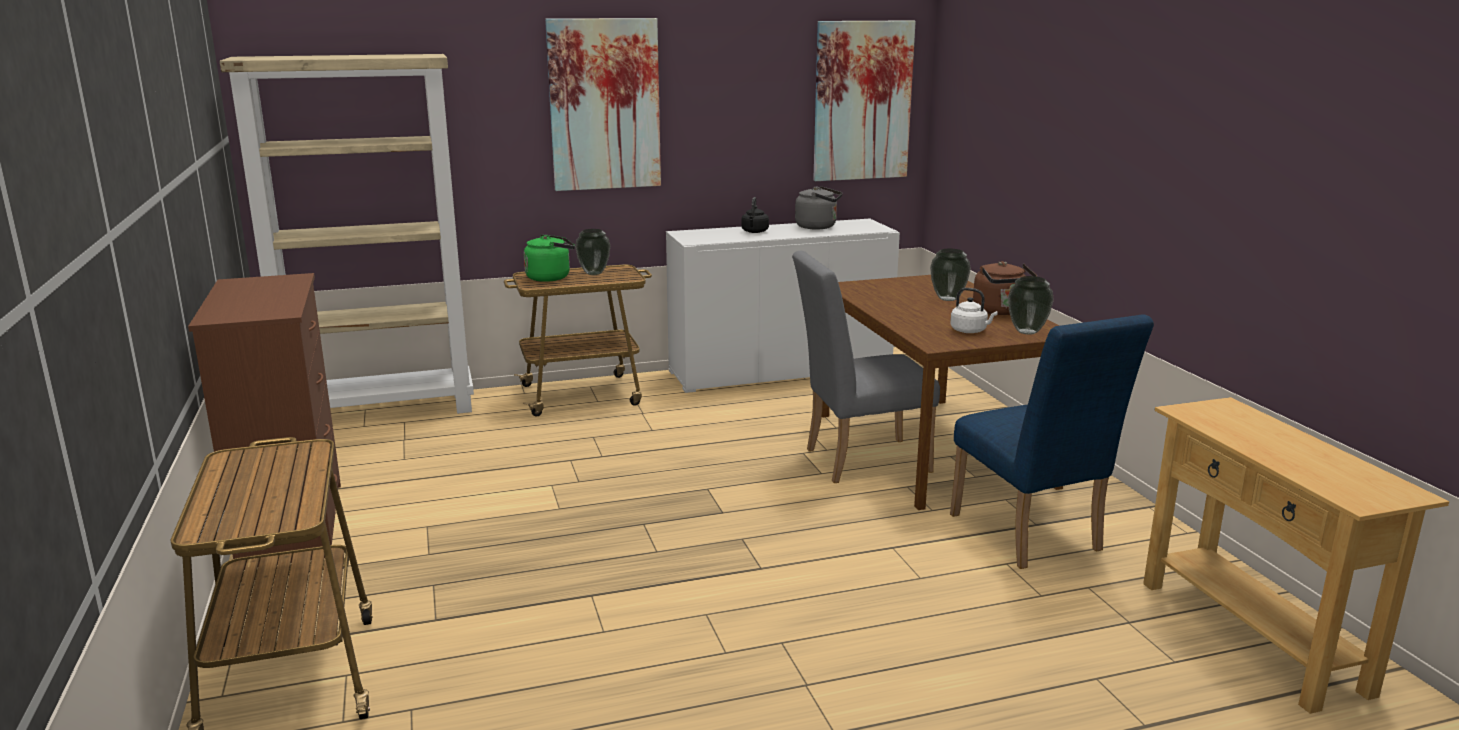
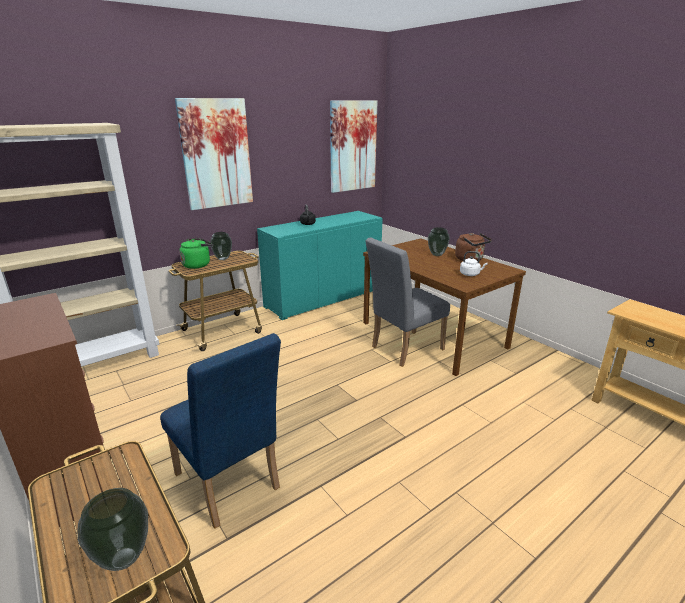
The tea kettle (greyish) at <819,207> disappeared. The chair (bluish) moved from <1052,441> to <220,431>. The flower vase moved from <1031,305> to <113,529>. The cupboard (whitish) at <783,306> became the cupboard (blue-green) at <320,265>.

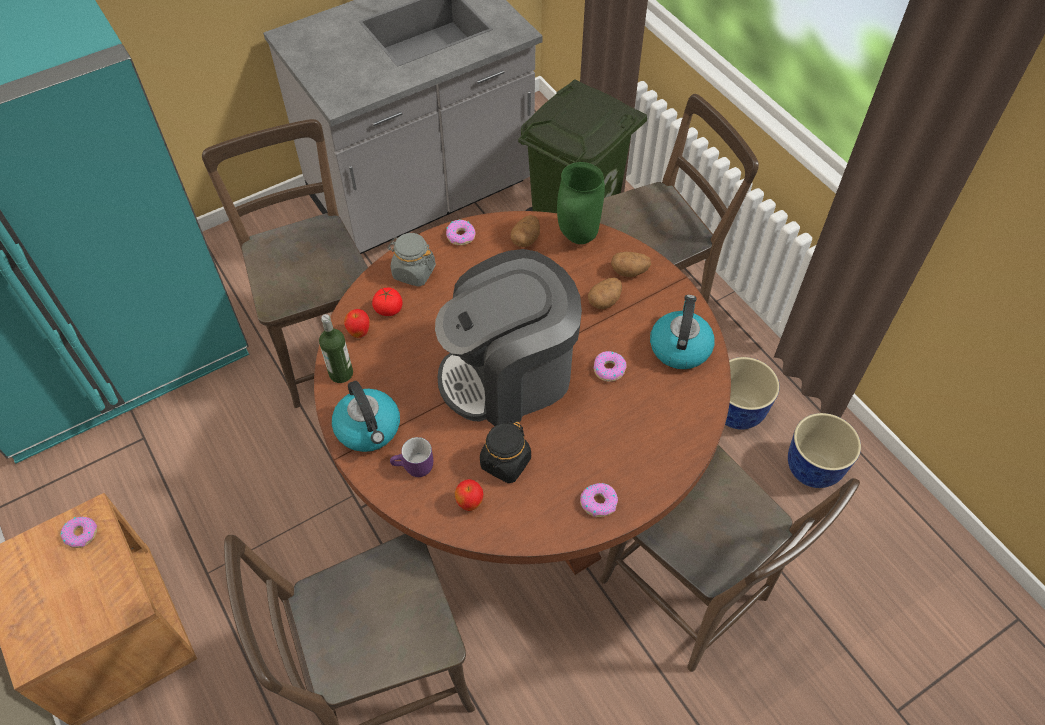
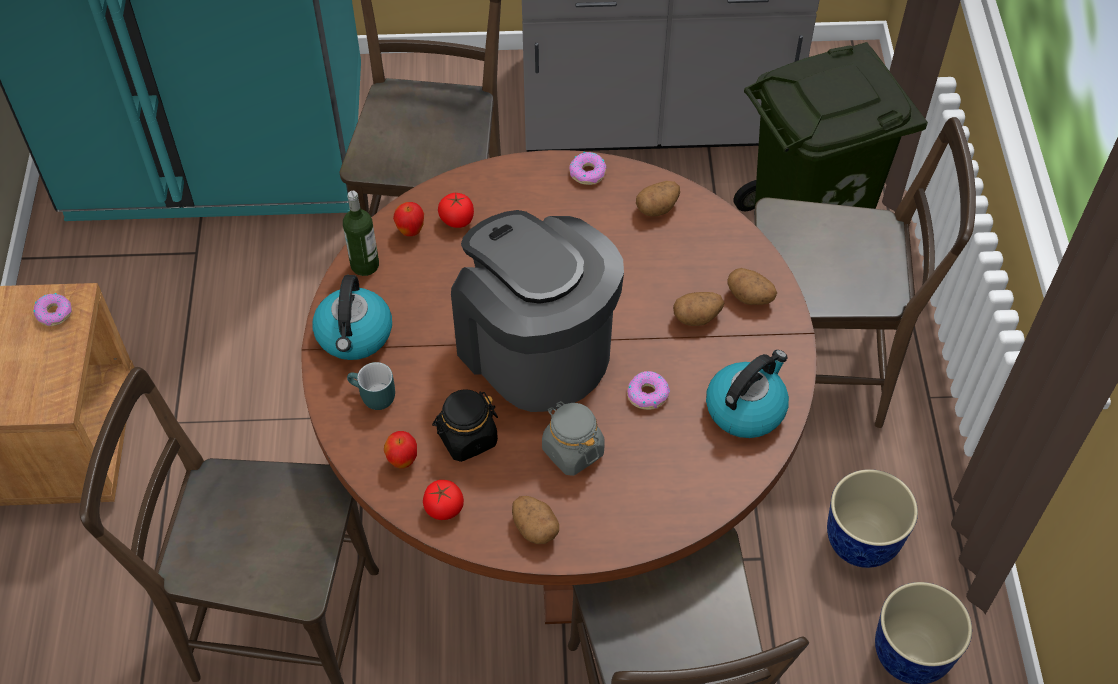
The flower vase (green-coloured) at <581,203> disappeared. The whole tomato at <443,500> appeared. The storage jar (greyish) moved from <411,260> to <573,438>. The ring doughnut at <599,500> was replaced by the spud at <535,520>. The coffee mug (purplish) at <411,457> became the coffee mug (blue-green) at <371,386>. The coffee machine at <508,337> turned 45 degrees clockwise.

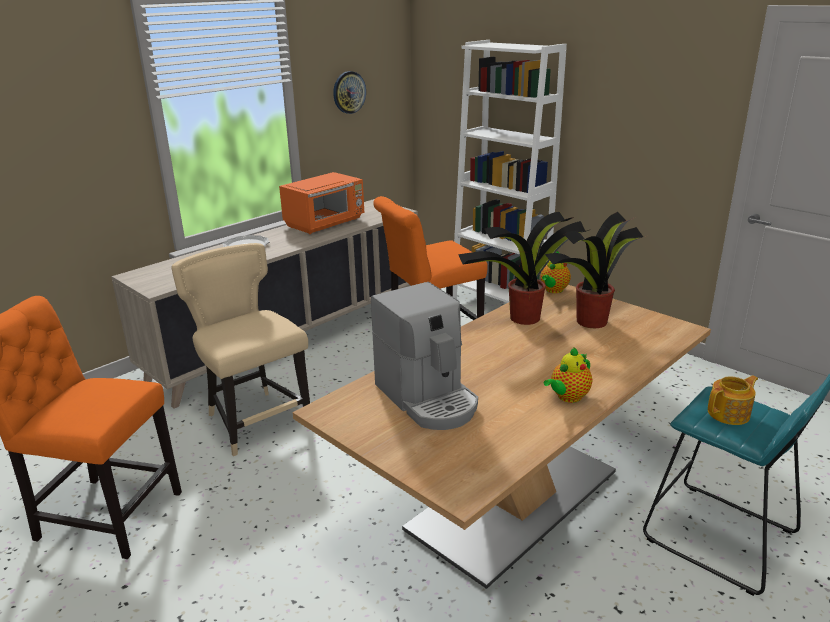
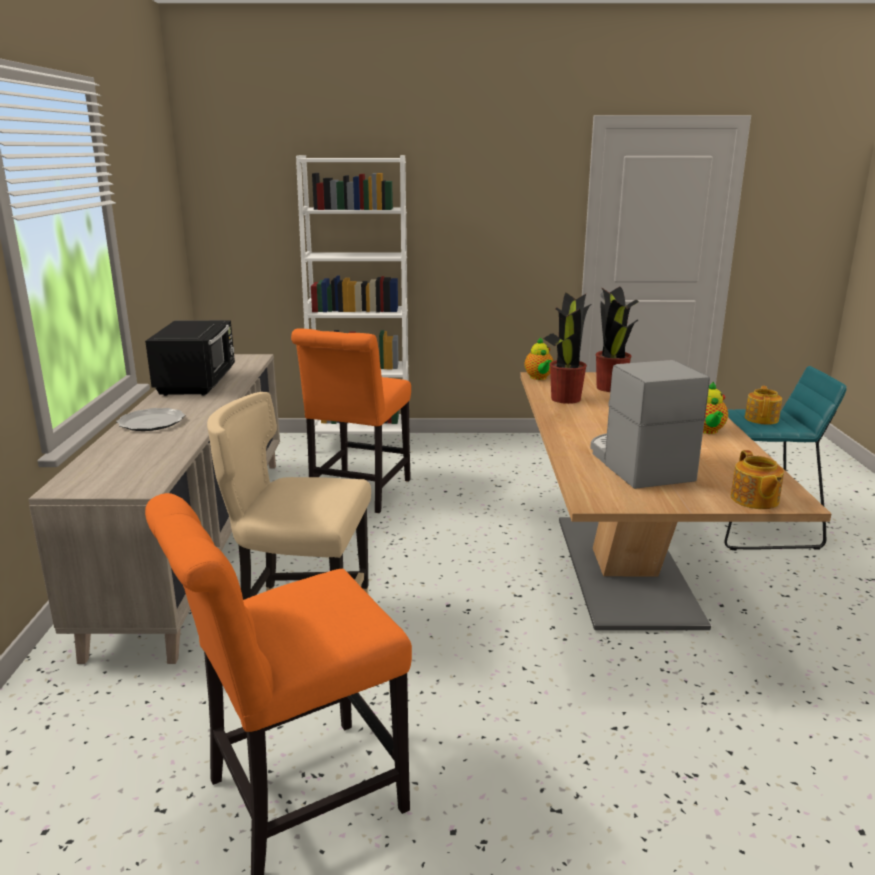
The hanging clock at <349,92> disappeared. The teapot at <757,479> appeared. The kitchen microwave (orange-coloured) at <321,203> became the kitchen microwave (blackish) at <190,358>. The coffee machine at <424,356> turned 120 degrees counterclockwise.

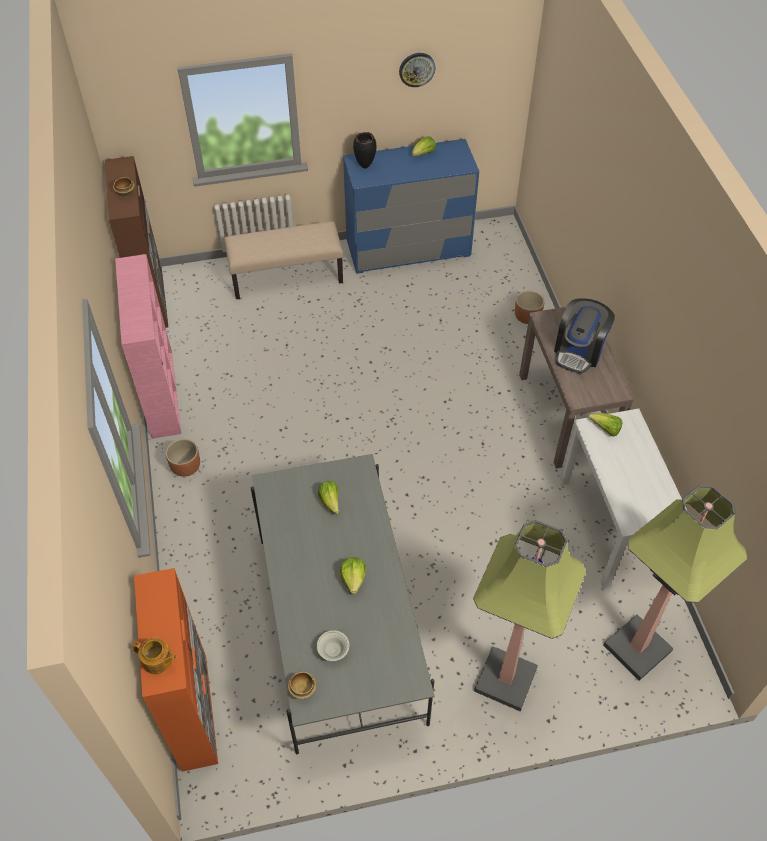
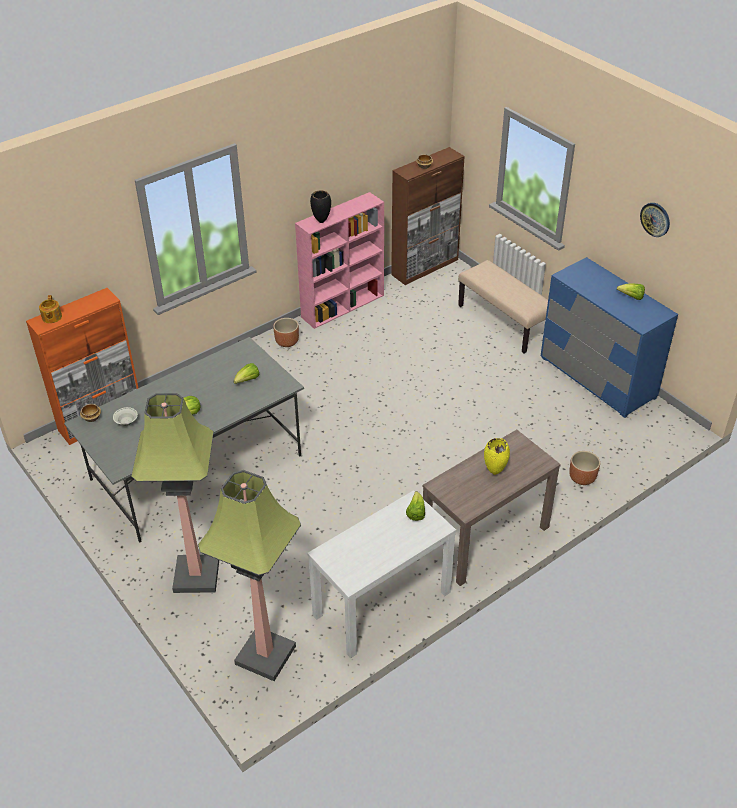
The flower vase (blackish) moved from <364,150> to <320,207>. The coffee machine at <584,336> was replaced by the flower vase (yellowish) at <497,456>.

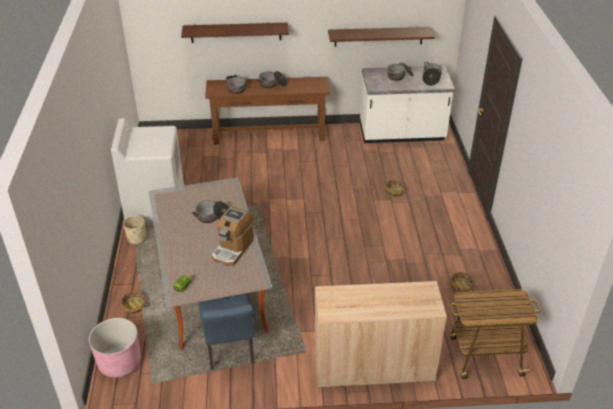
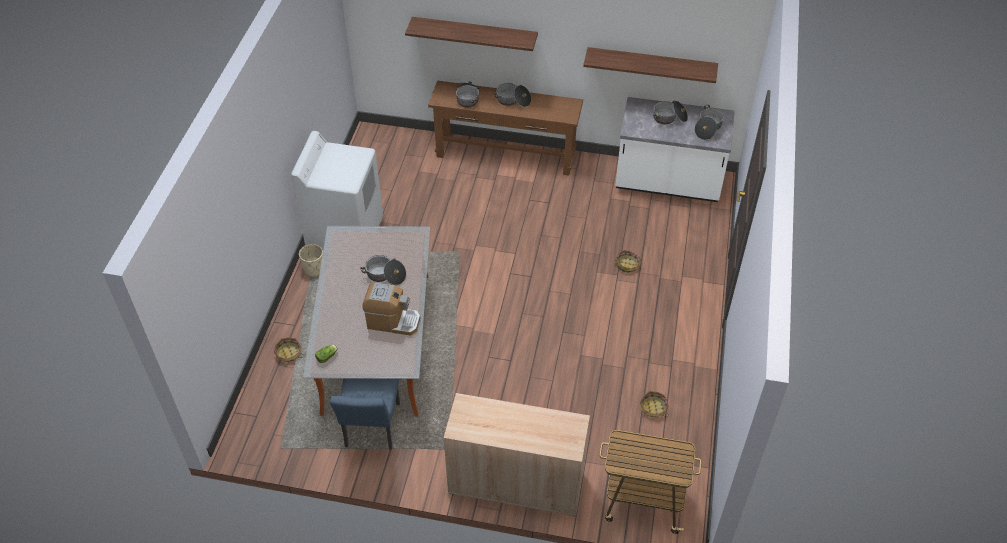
The flower pot (pinkish) at <115,348> disappeared. The coffee machine at <233,236> turned 120 degrees counterclockwise.

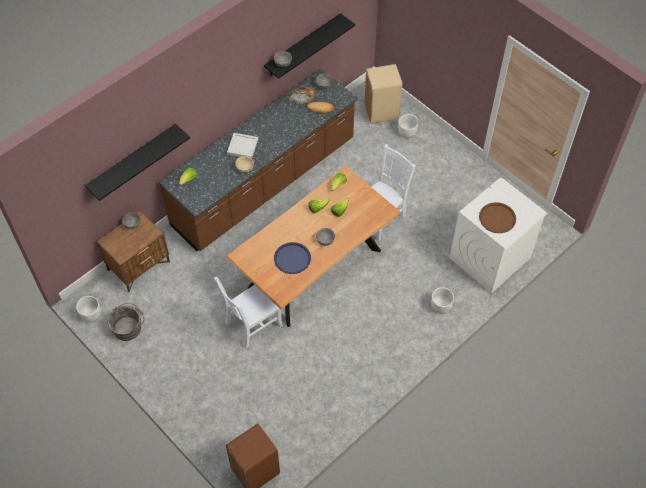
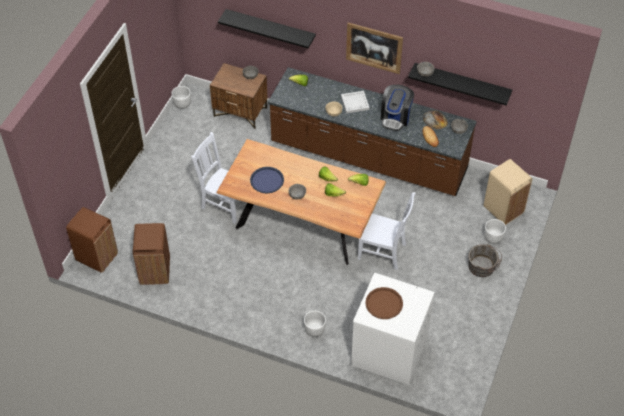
The waste bin (brown) at <151,254> appeared. The wall art at <374,48> appeared. The coffee machine at <397,108> appeared. The water bucket (greyish) moved from <126,322> to <485,260>.

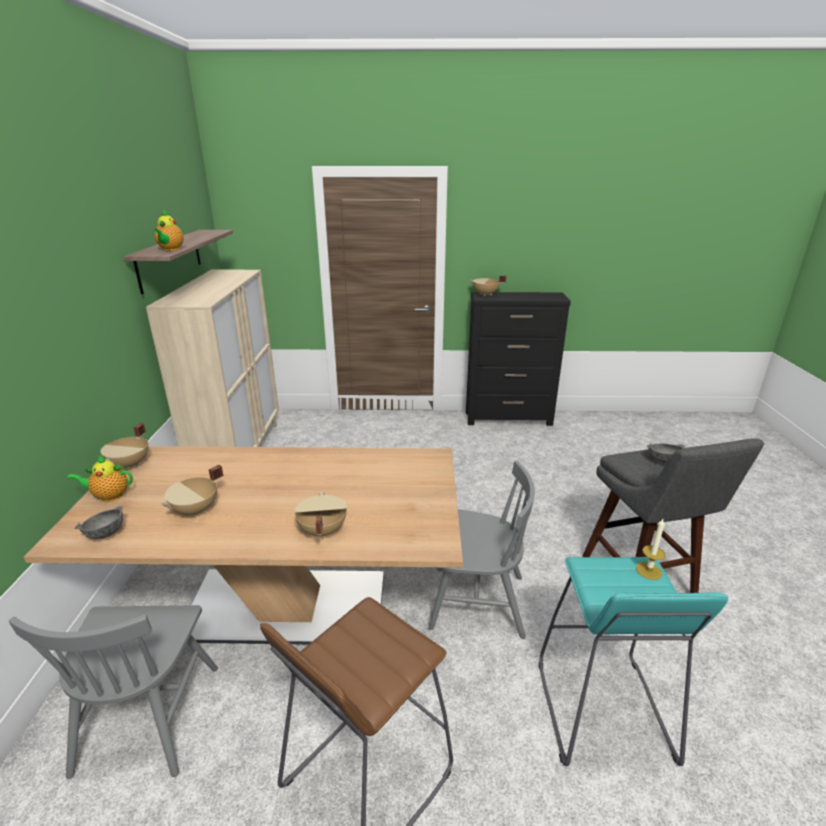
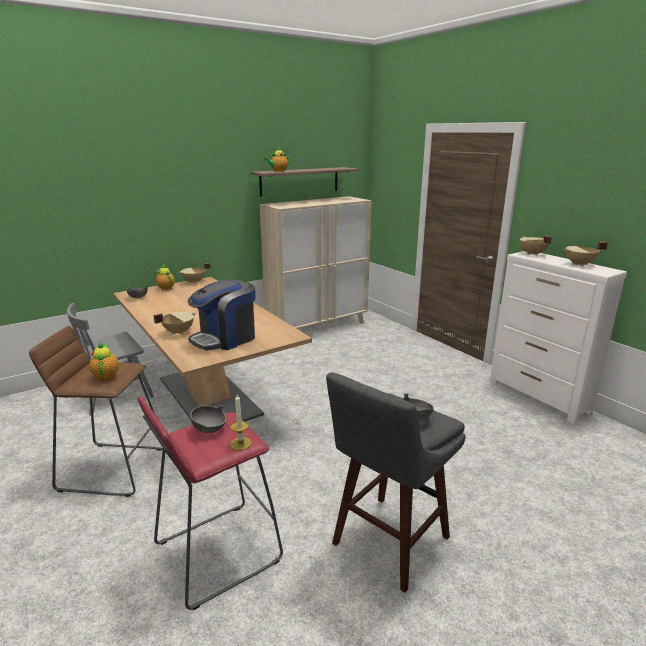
The chair (greyish) at <482,550> disappeared. The teapot at <104,361> appeared. The coffee machine at <222,315> appeared. The bowl (greyish) at <208,419> appeared. The saucepot (beige) moved from <192,490> to <585,254>. The dresser (blackish) at <518,359> became the dresser (whitish) at <558,337>. The stool seat (blue-green) at <633,661> became the stool seat (red) at <210,503>.

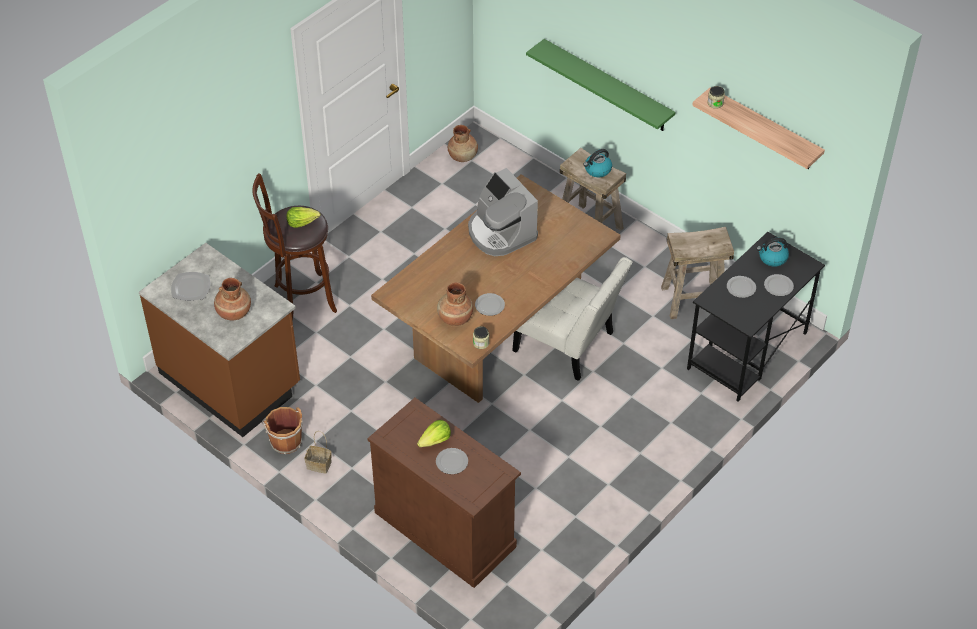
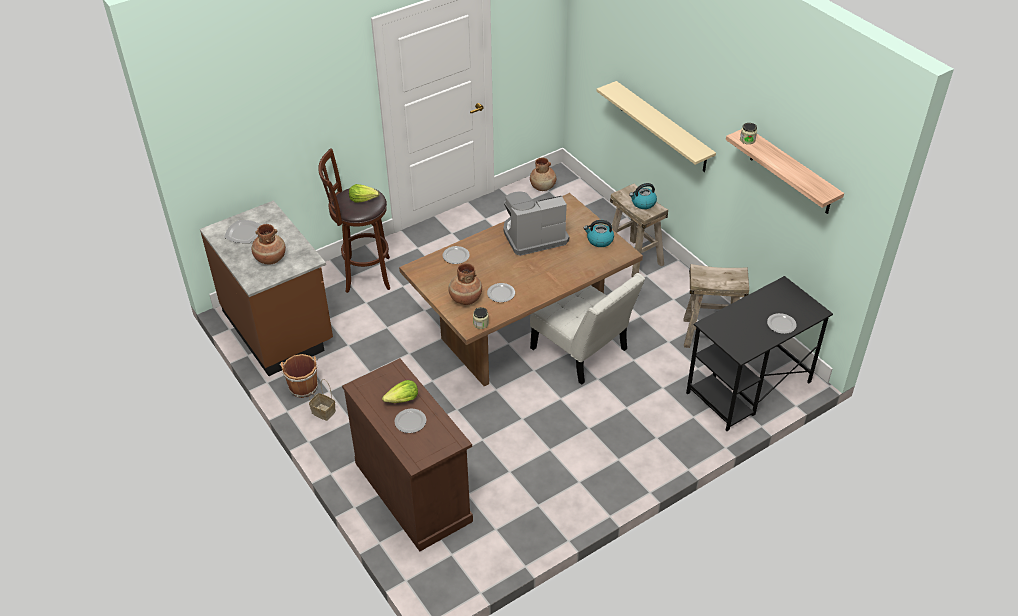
The flat dish moved from <741,287> to <456,255>. The tea kettle moved from <773,252> to <599,233>. The wall shelf (green-coloured) at <601,85> became the wall shelf (beige) at <656,126>. The coffee machine at <503,212> turned 90 degrees clockwise.

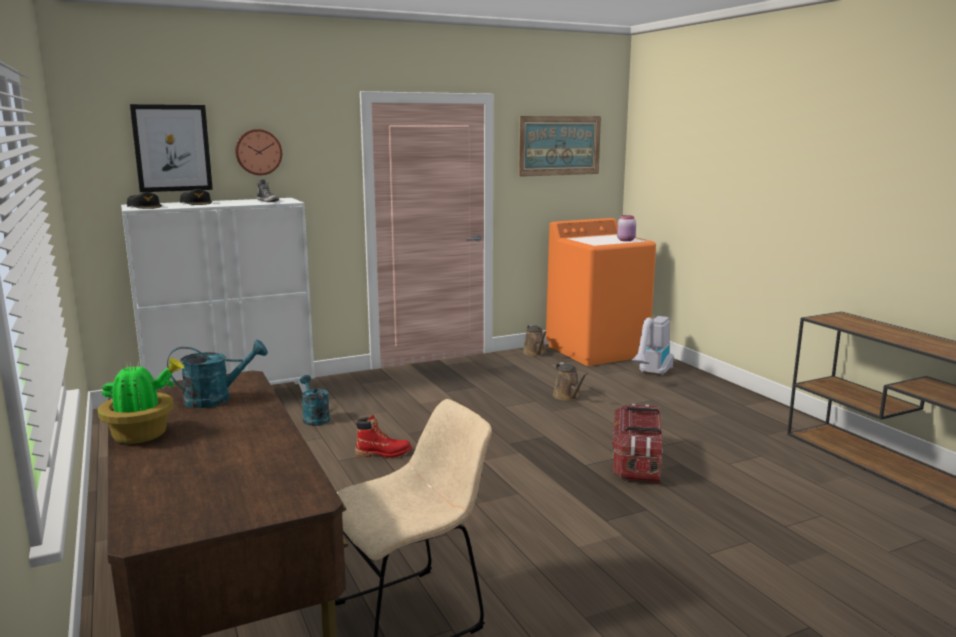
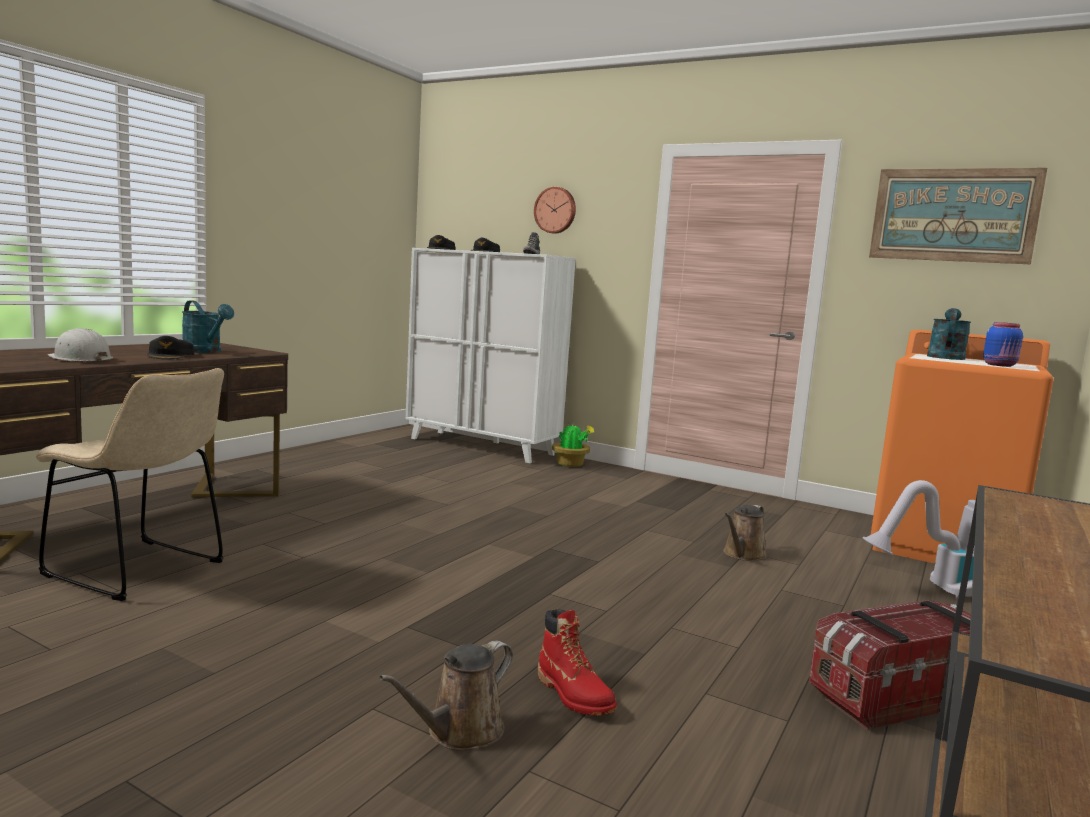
The wall art at <171,148> disappeared. The hard hat (whitish) at <80,345> appeared. The baseball cap (blackish) at <170,347> appeared. The plant in a pot moved from <141,401> to <573,445>. The watering pot (blue-green) moved from <315,400> to <949,334>. The high-top boot (red) moved from <383,436> to <577,662>. The watering pot (brown) moved from <534,340> to <446,696>. The storage container moved from <637,444> to <890,665>. The storage jar (pinkish) at <626,228> became the storage jar (bluish) at <1003,344>.

